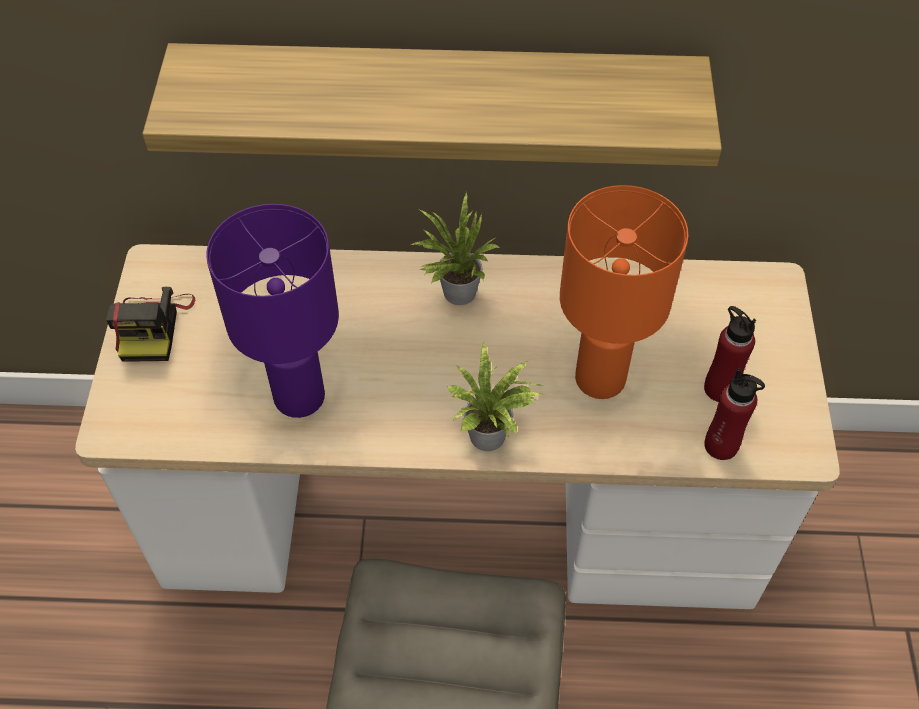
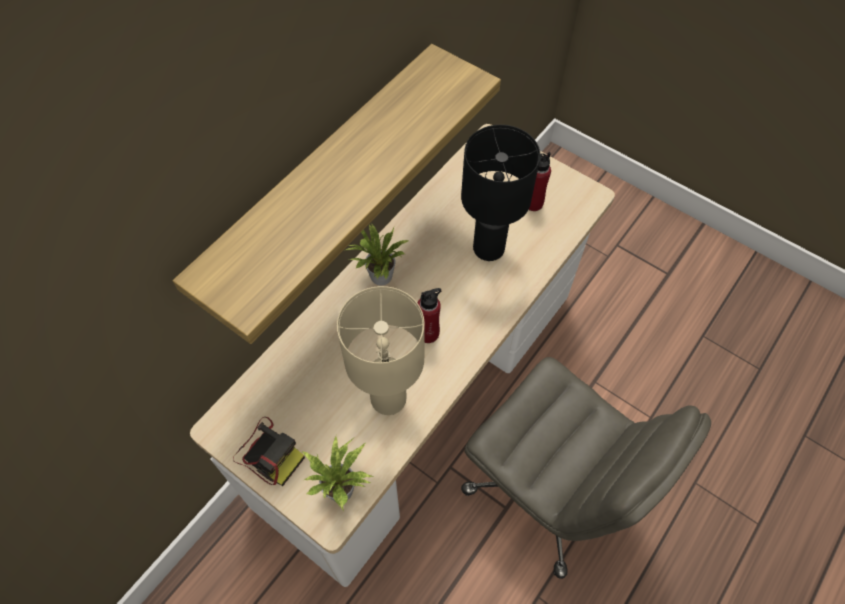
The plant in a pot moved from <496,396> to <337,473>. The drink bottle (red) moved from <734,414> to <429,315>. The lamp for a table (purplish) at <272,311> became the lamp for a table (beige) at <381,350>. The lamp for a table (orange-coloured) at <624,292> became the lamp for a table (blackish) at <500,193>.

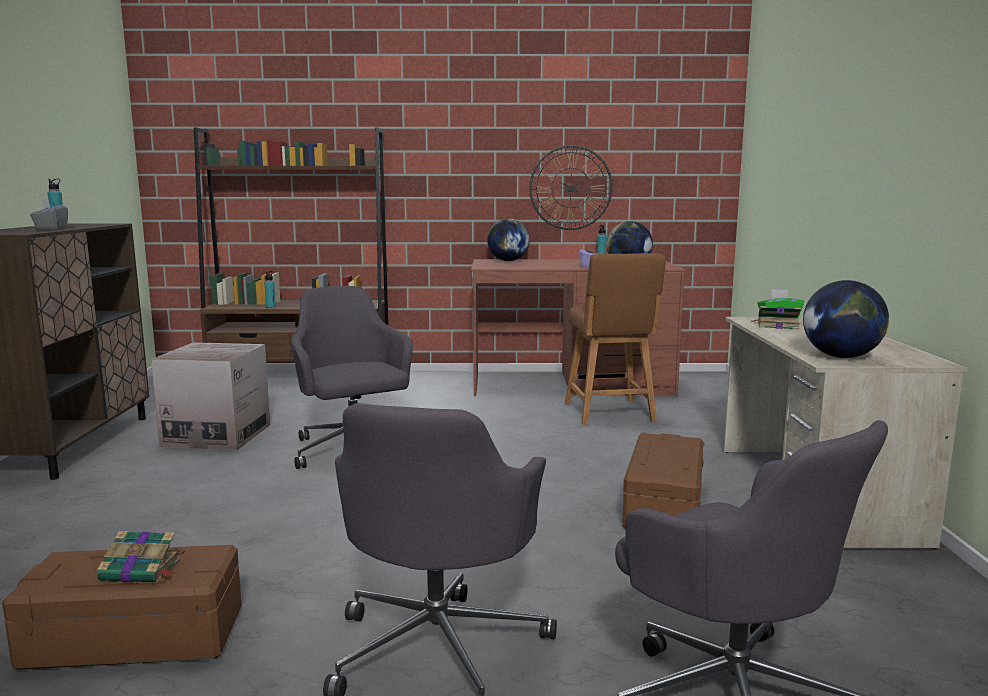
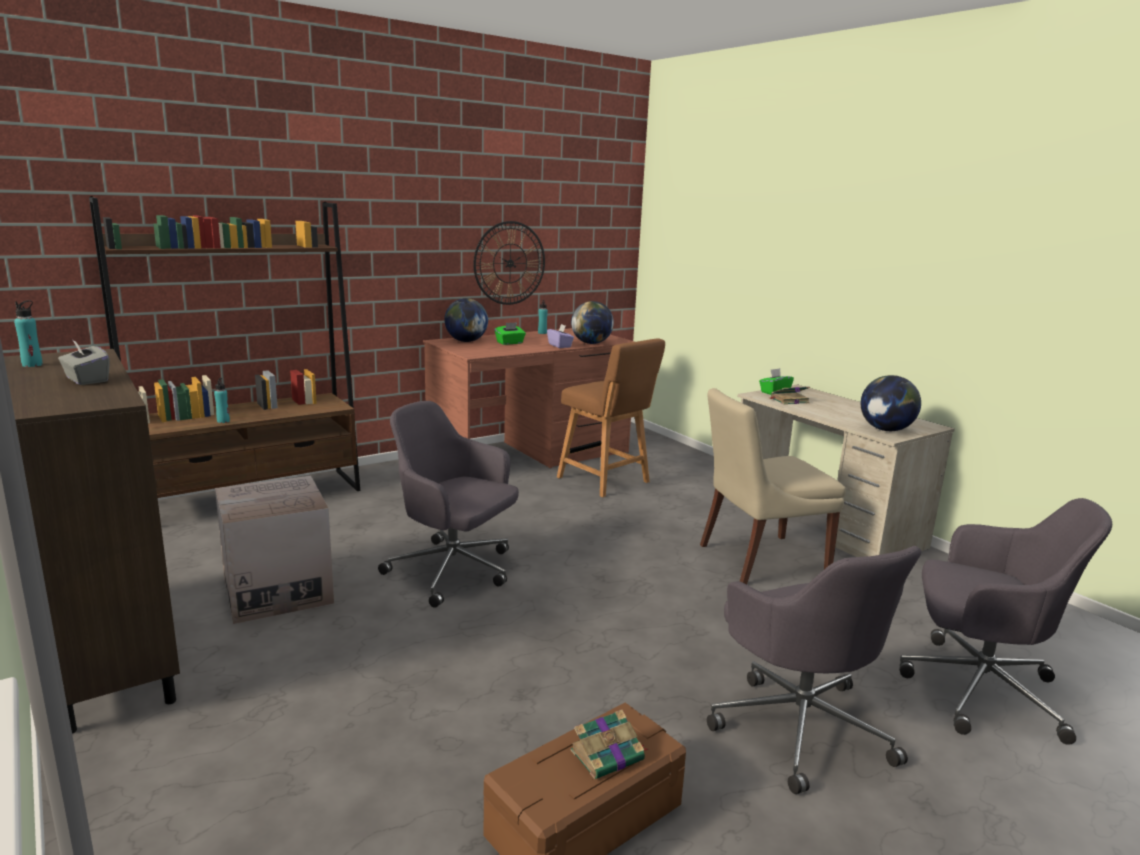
The tissue box (green-coloured) at <510,333> appeared. The storage container (brown) at <663,480> was replaced by the chair (beige) at <773,486>.

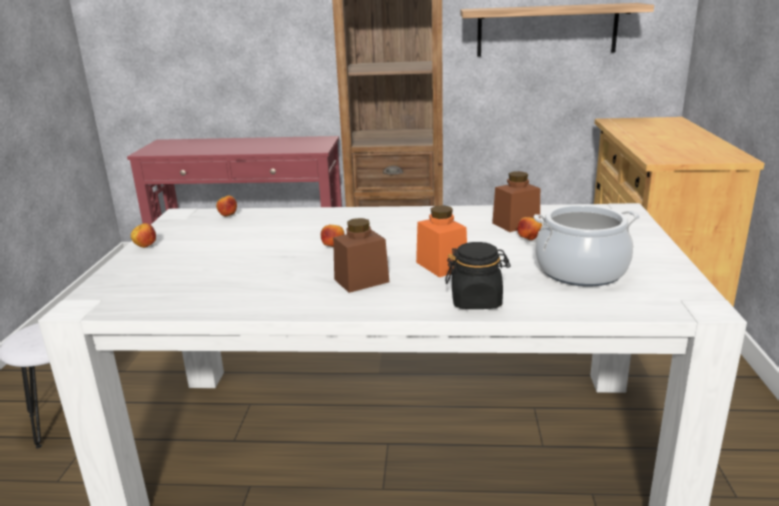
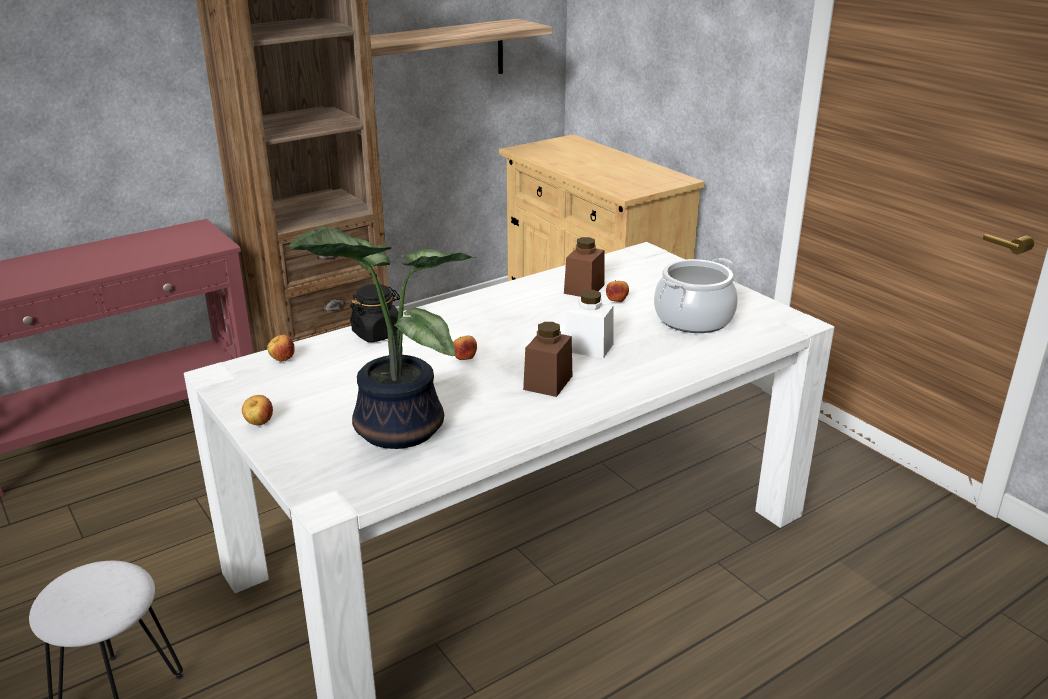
The plant in a pot at <382,337> appeared. The storage jar (blackish) moved from <478,275> to <375,313>. The storage jar (orange-coloured) at <441,241> became the storage jar (whitish) at <589,324>.

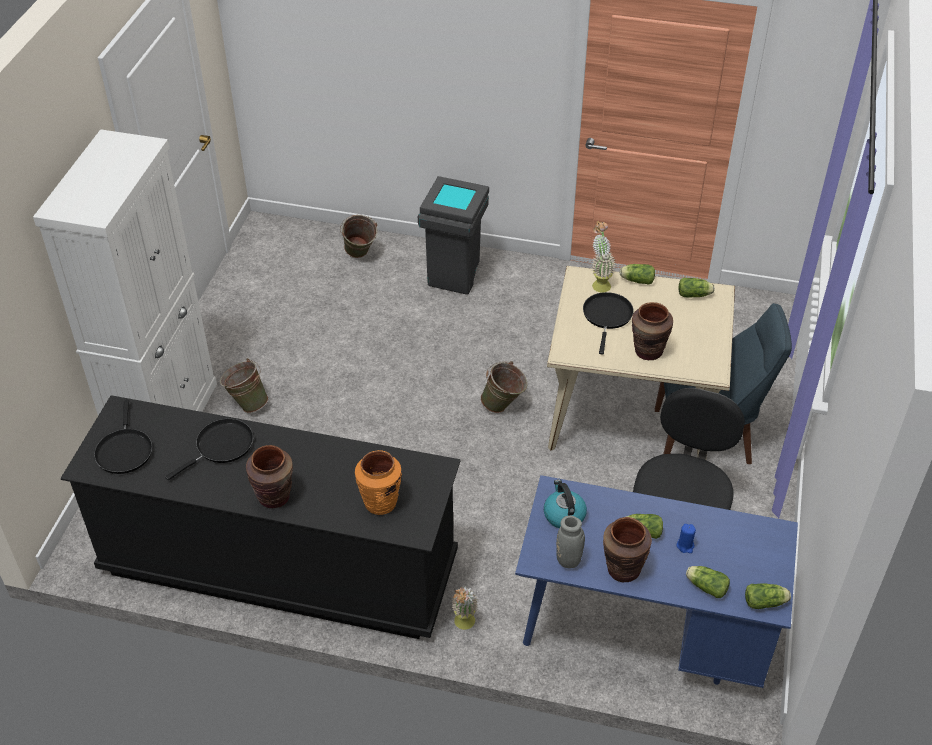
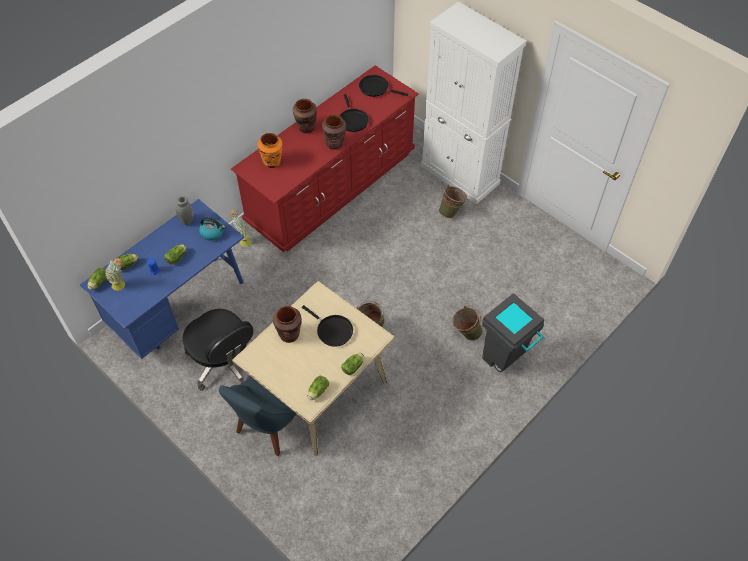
The water bucket (green-coloured) moved from <359,236> to <467,323>. The plant in a pot moved from <604,257> to <115,274>. The flower vase (brown) moved from <627,549> to <334,132>. The dresser (blackish) at <261,517> became the dresser (red) at <325,158>.

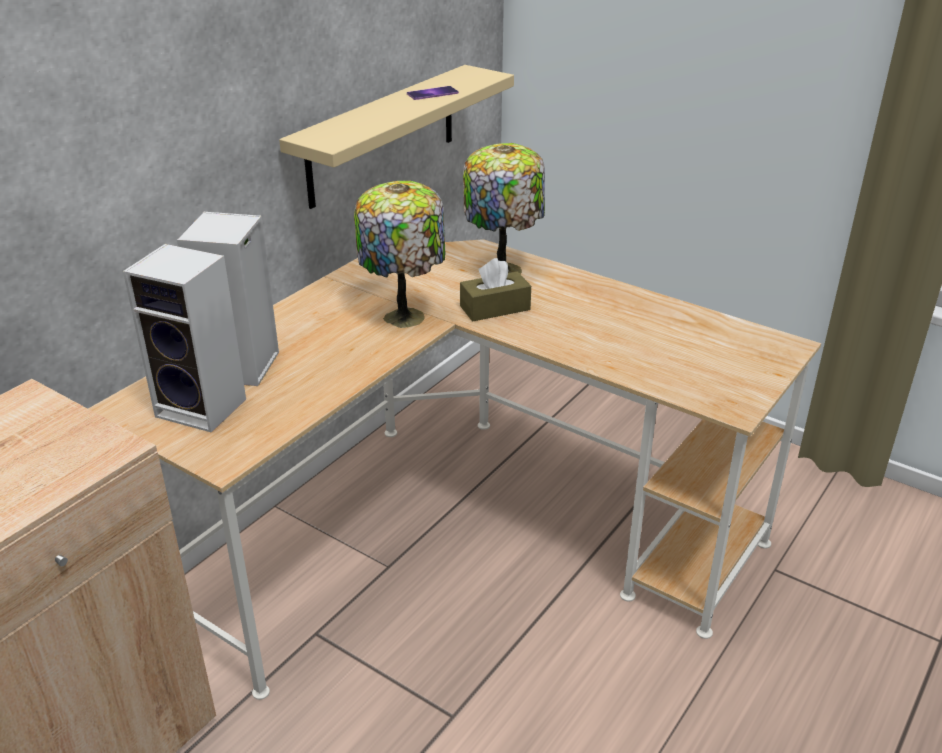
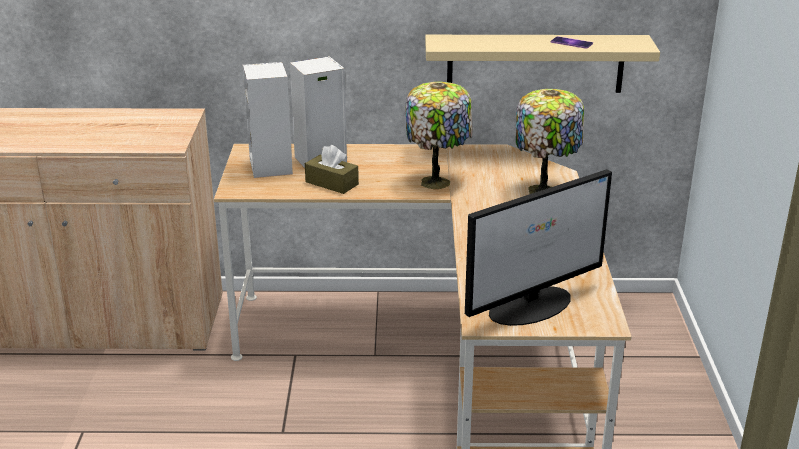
The computer display at <538,247> appeared. The tissue box (brown) moved from <495,290> to <332,169>.

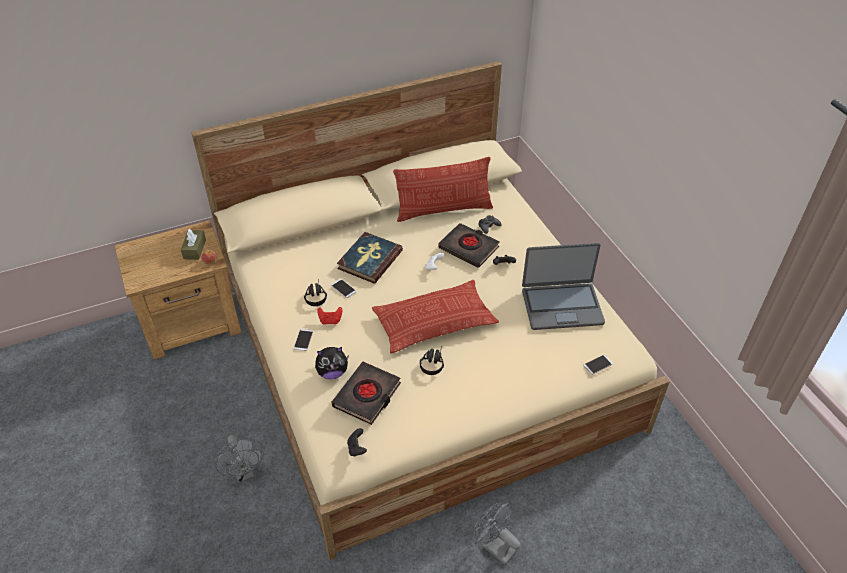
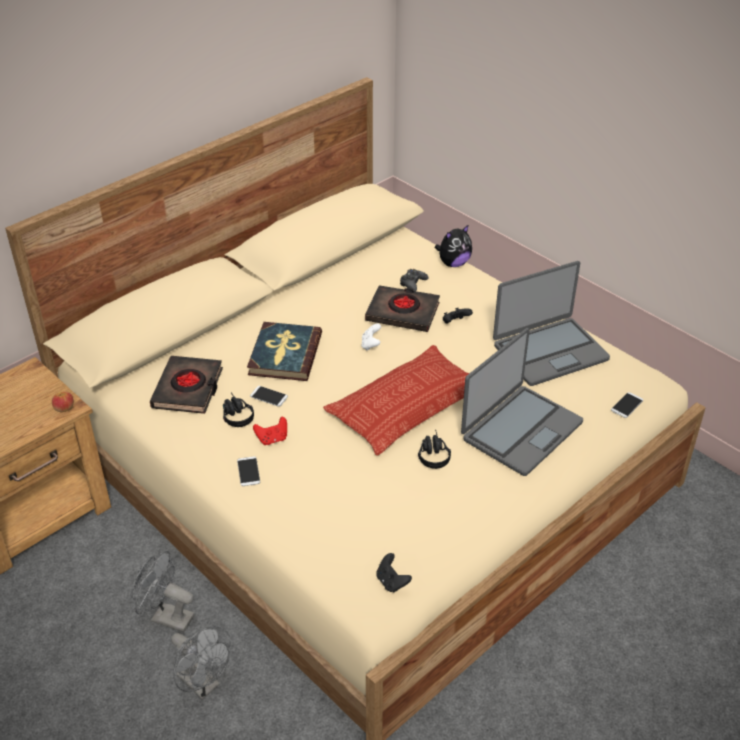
The tissue box (brown) at <193,244> disappeared. The cushion at <443,189> disappeared. The portable computer at <522,402> appeared. The cuddly toy moved from <332,363> to <453,246>. The bound book (blackish) moved from <366,393> to <186,385>. The electric fan (greyish) moved from <497,534> to <163,592>.

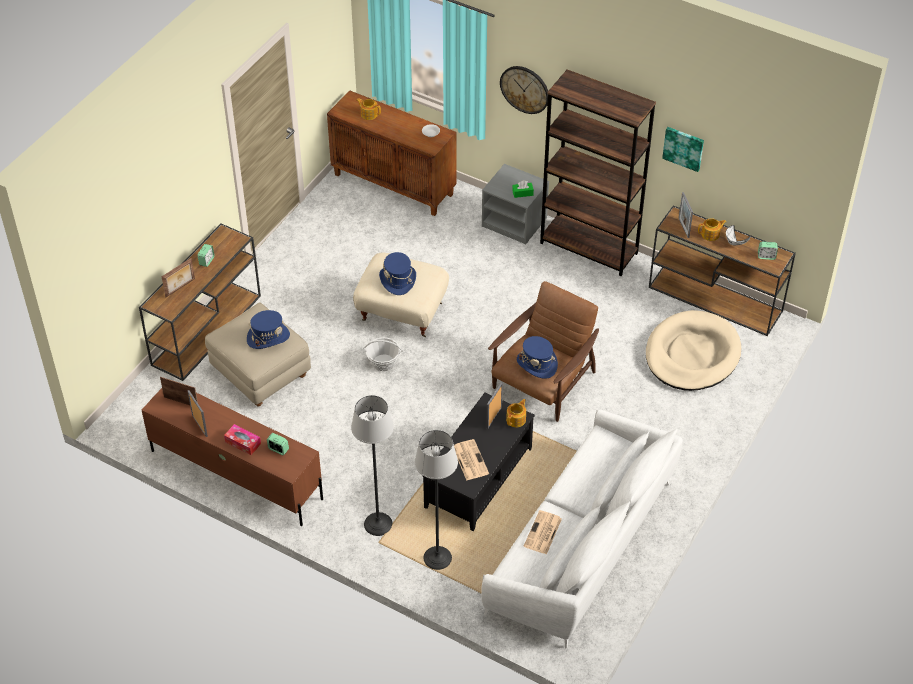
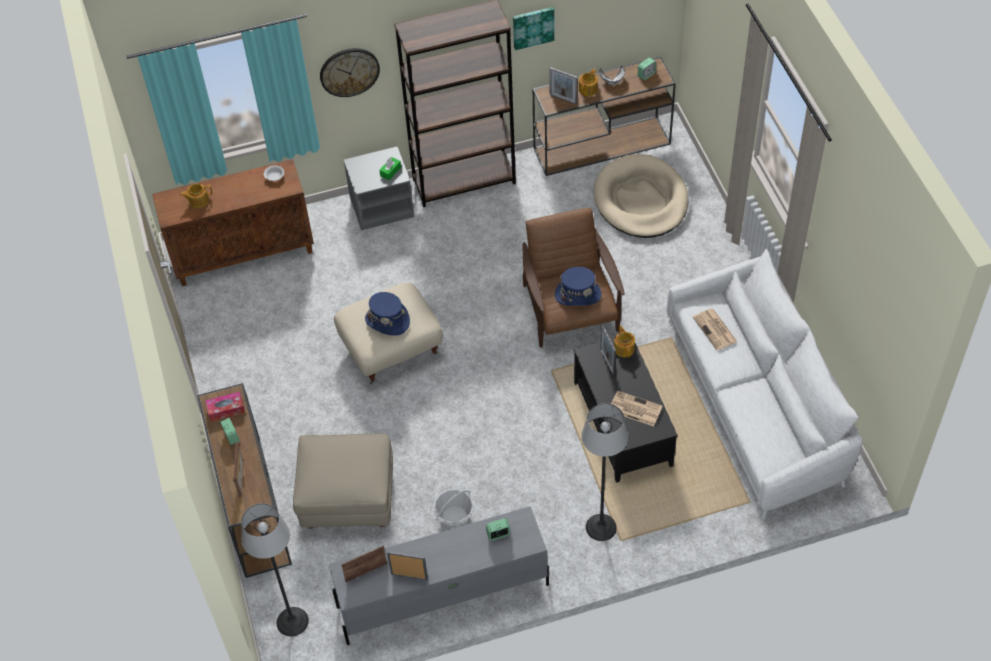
The wearable hat (bluish) at <268,329> disappeared. The tissue box moved from <242,439> to <225,406>. The storage basket moved from <383,354> to <453,509>. The floor lamp moved from <436,500> to <275,569>. The newspaper moved from <543,532> to <715,329>. The tv stand (brown) at <232,457> became the tv stand (greyish) at <439,575>.

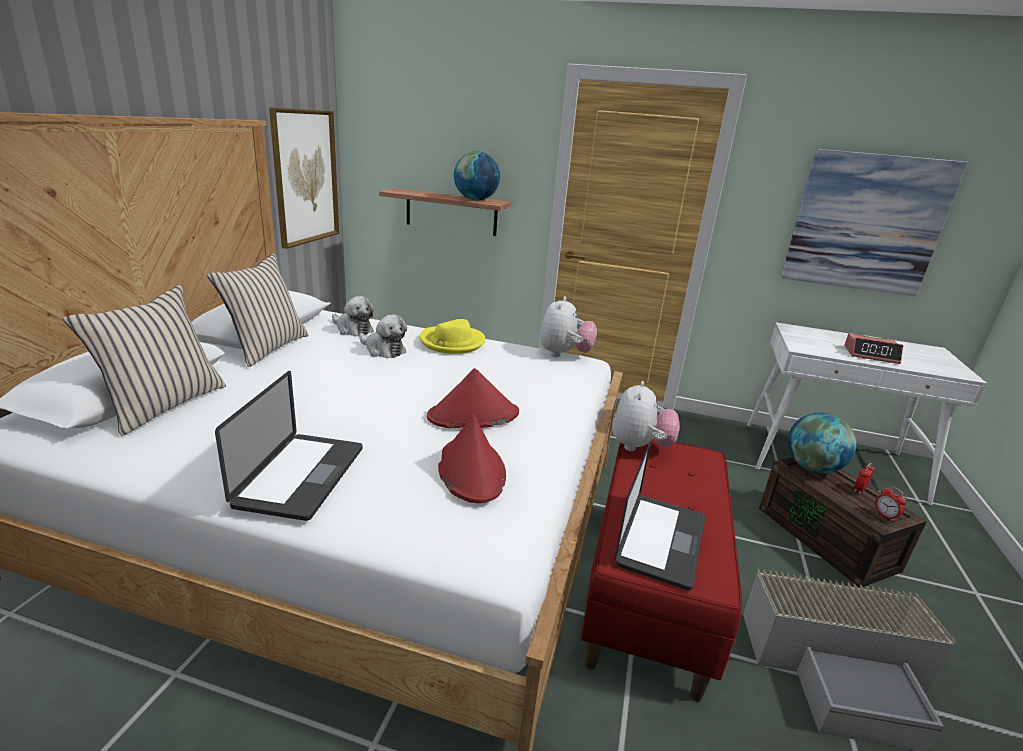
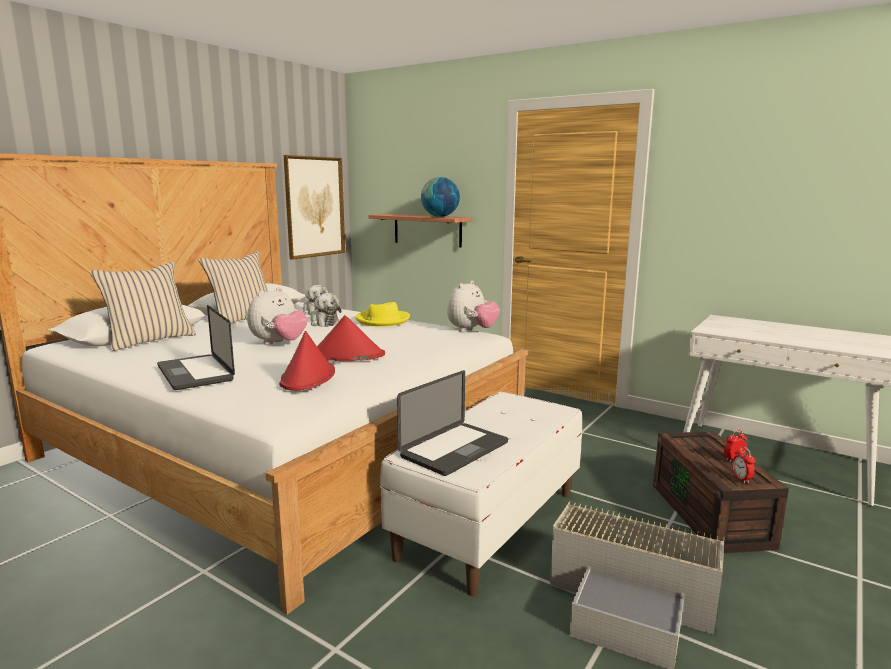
The wall art at <874,222> disappeared. The world globe at <822,443> disappeared. The table clock at <873,348> disappeared. The cuddly toy moved from <646,416> to <277,316>. The long seat (red) at <661,570> became the long seat (whitish) at <481,494>. The portable computer at <289,446> turned 120 degrees clockwise.

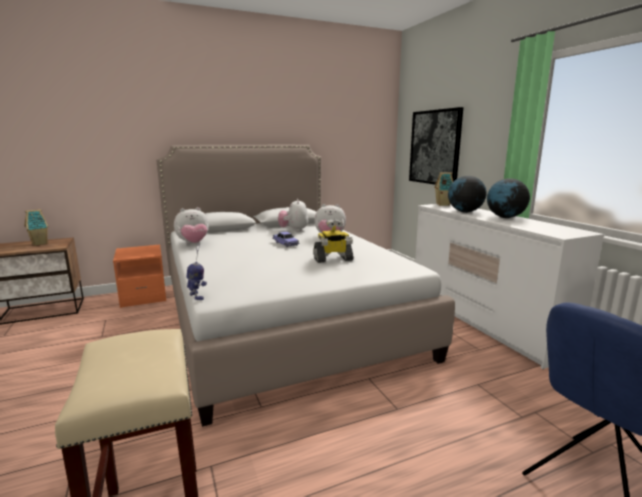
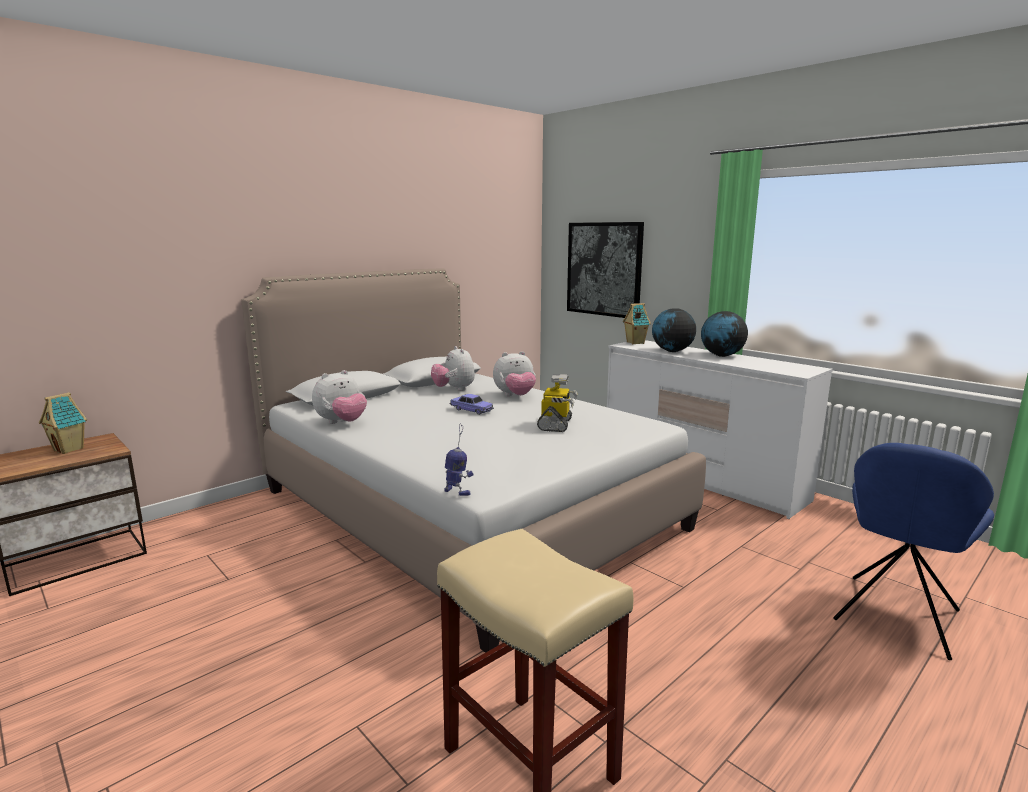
The bedside table (orange-coloured) at <139,276> disappeared. The toy robot at <333,241> turned 45 degrees counterclockwise.

